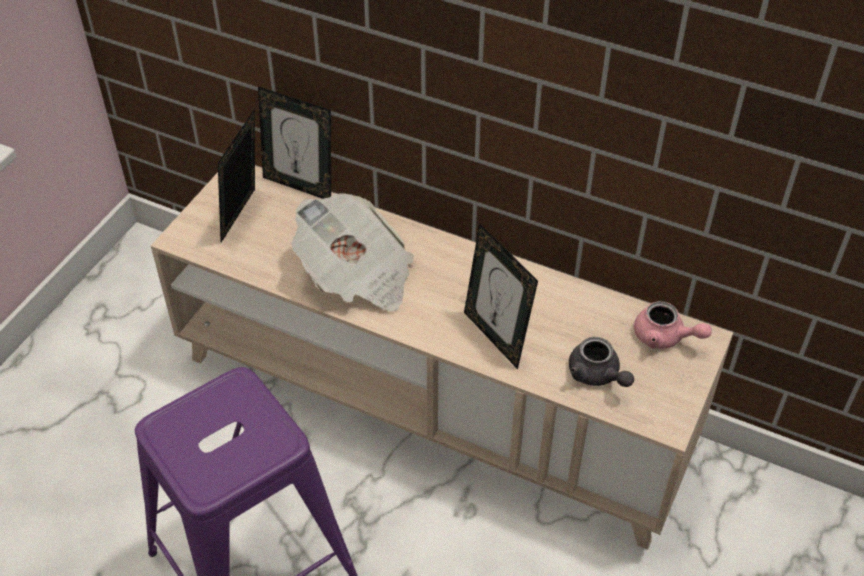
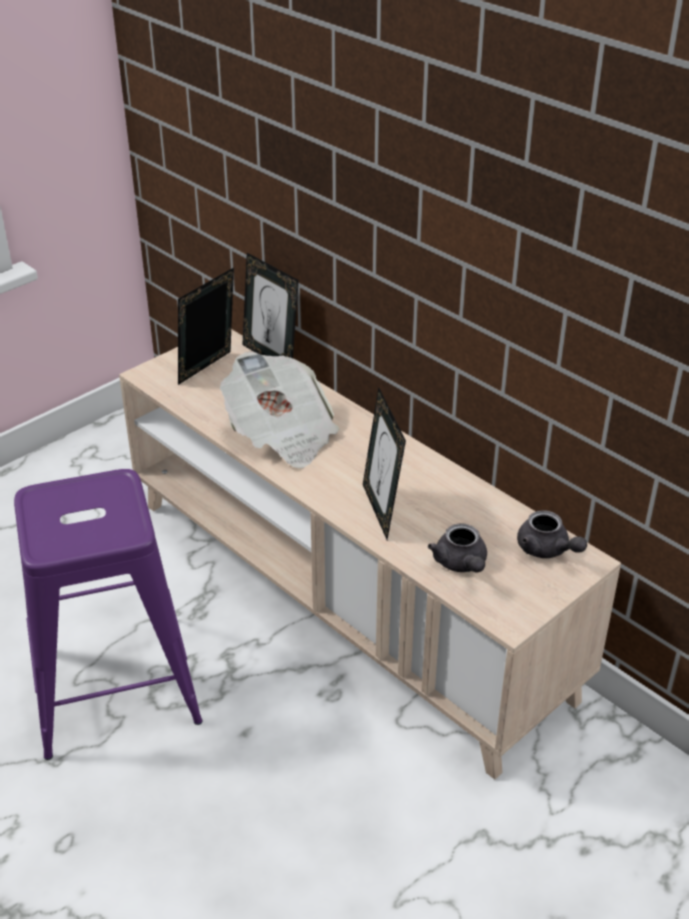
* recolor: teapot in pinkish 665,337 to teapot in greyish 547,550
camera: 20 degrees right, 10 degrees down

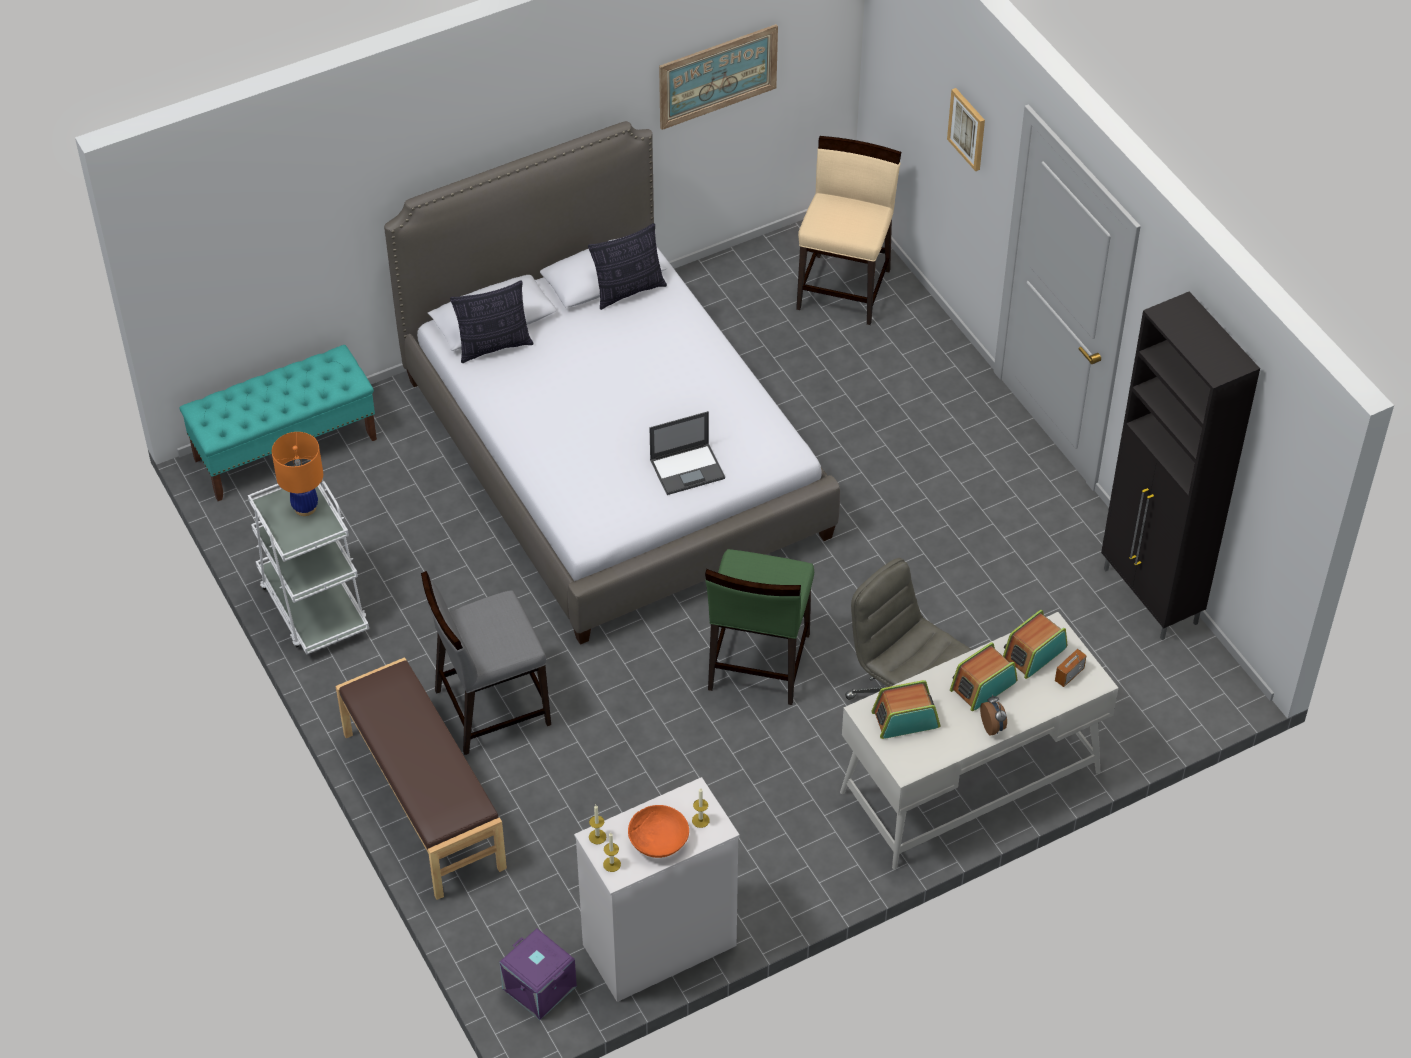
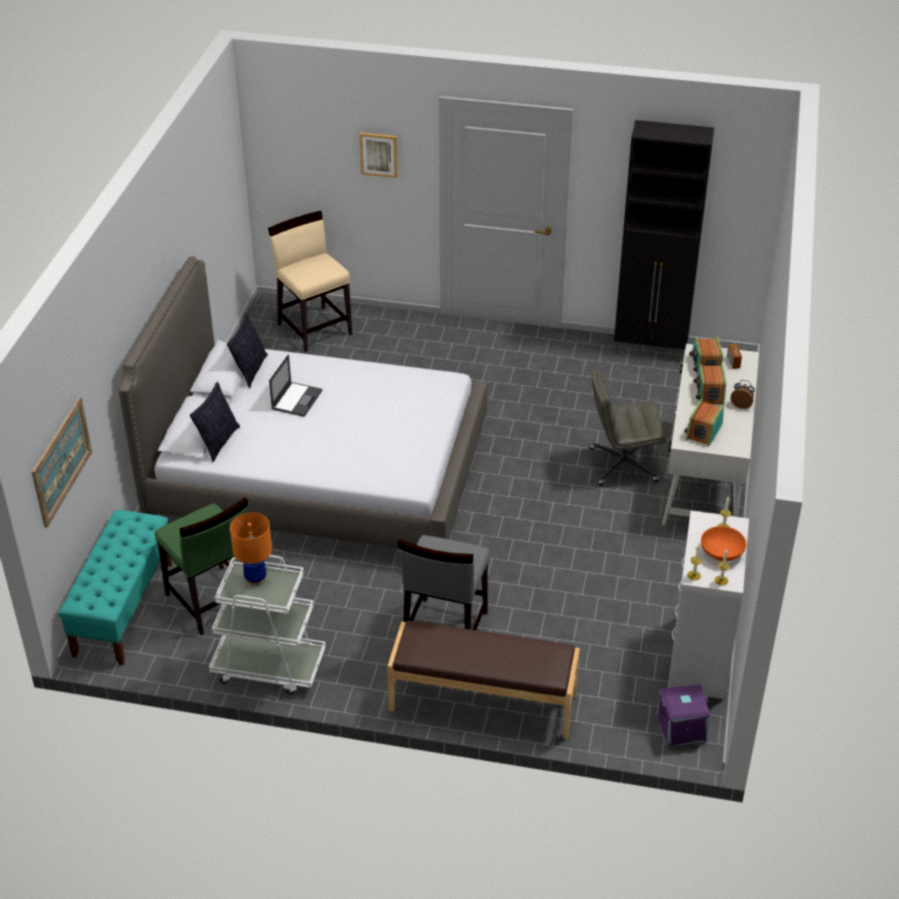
* move: notebook computer 688,469 to 297,399
* move: picture 718,76 to 61,461
* move: plain chair in green 758,662 to 211,601
camera: 50 degrees left, 10 degrees down

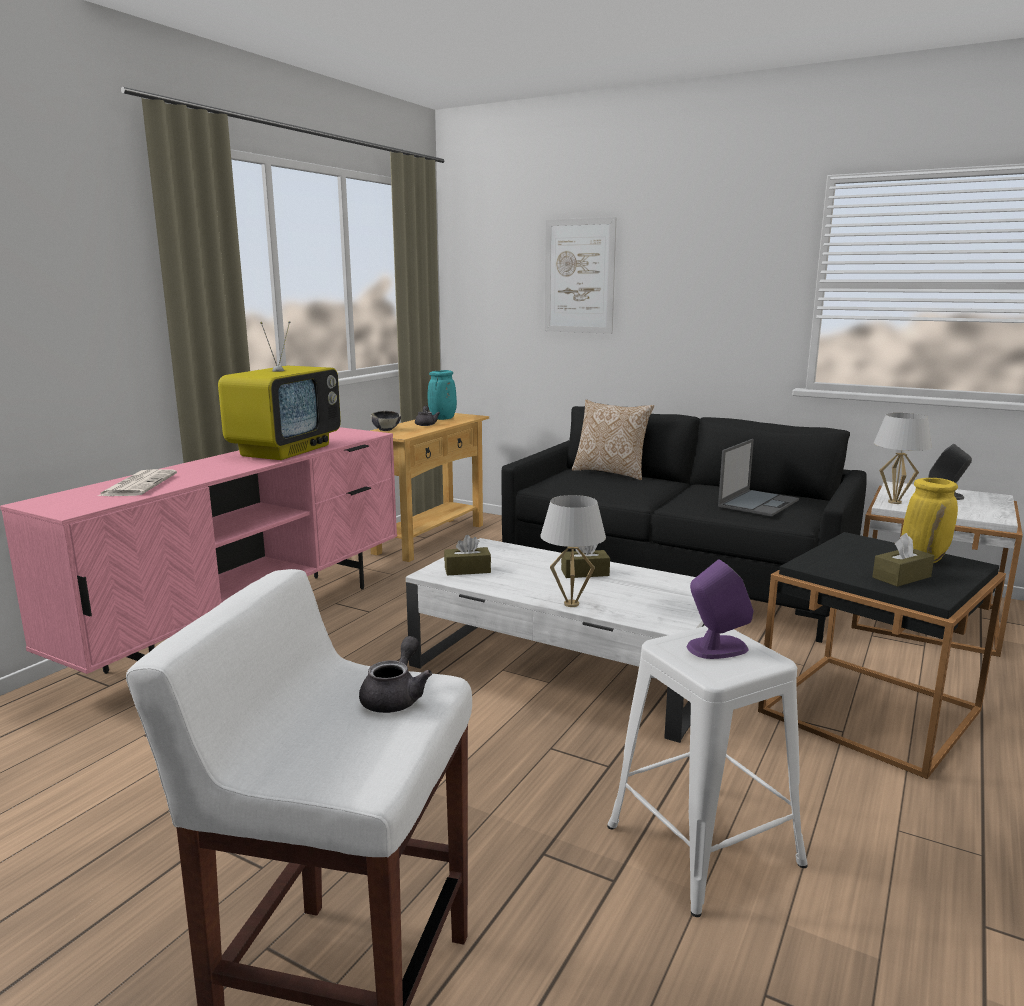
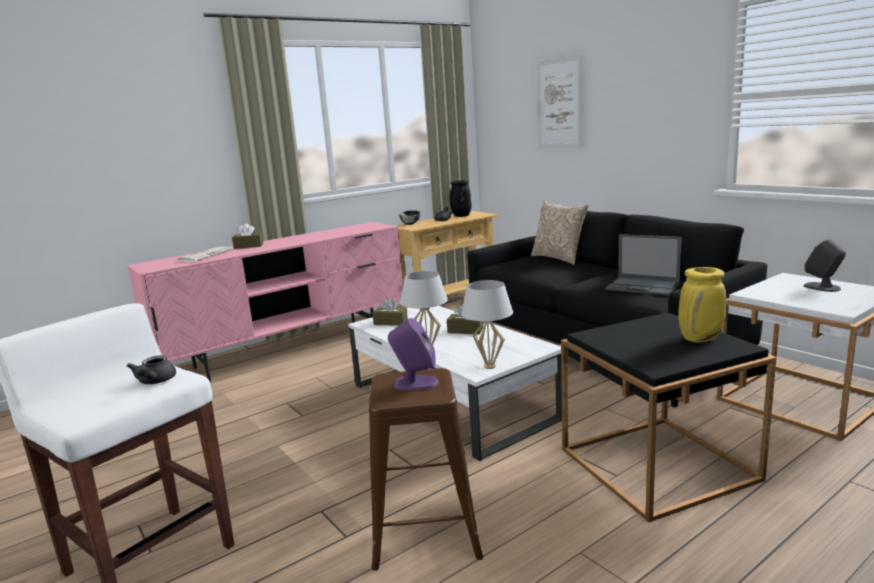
* delete: TV 285,450
* move: tissue box in brownish 901,577 to 248,246
* move: table lamp in whitish 894,502 to 489,366
* recolor: decorative vase in turquoise 442,419 to decorative vase in black-coloured 461,216
* recolor: stool seat in whitish 703,845 to stool seat in brownish 424,529
* rotate: teapot in greyish 396,697 = 154,382 135 degrees clockwise
* rotate: notebook computer 758,503 = 643,286 60 degrees clockwise
camera: 25 degrees right, 0 degrees up

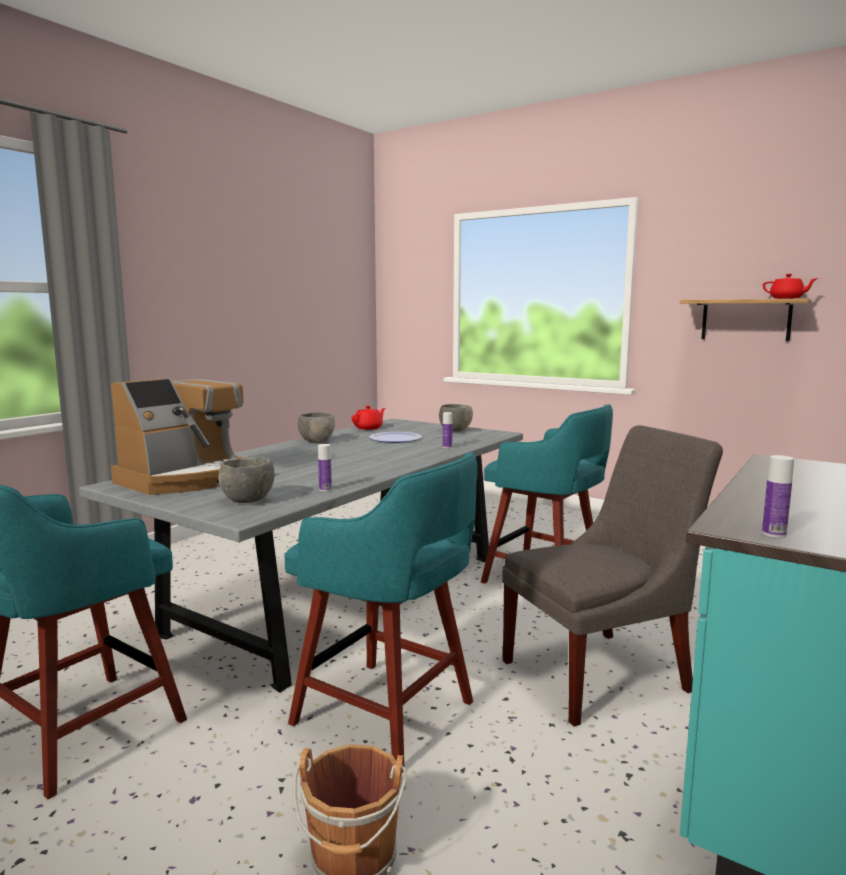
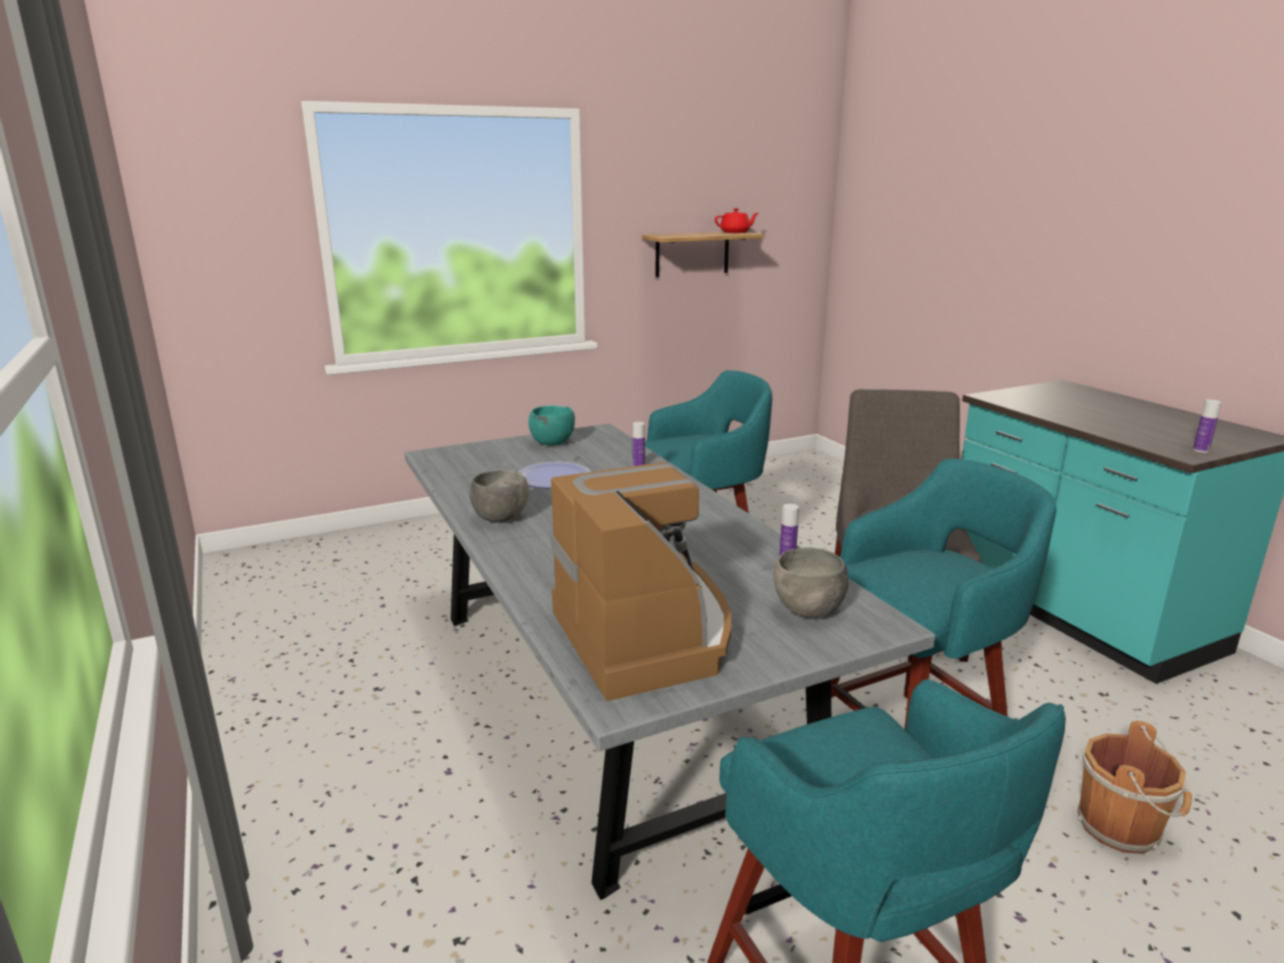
* delete: teapot in red-coloured 369,428
* recolor: serving bowl in greyish 455,431 to serving bowl in turquoise 552,443
camera: 60 degrees left, 10 degrees up

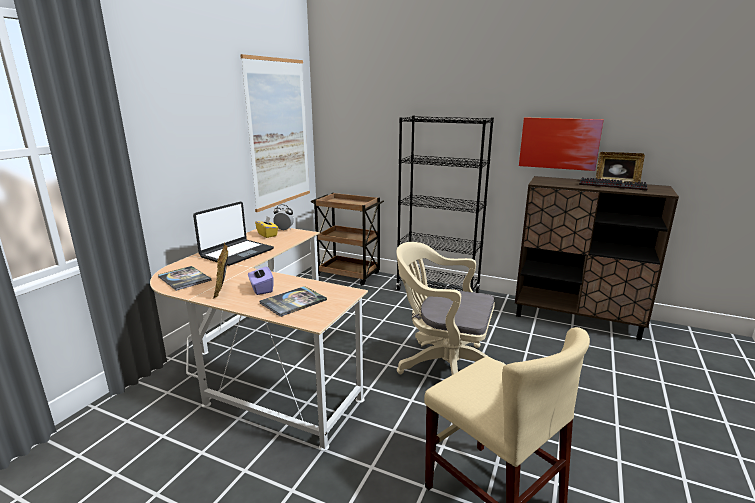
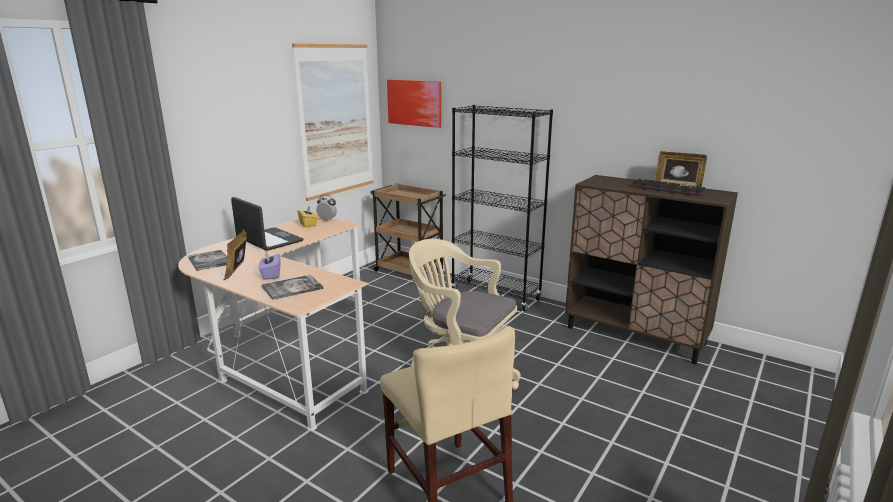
* move: picture 559,143 to 414,103
* rotate: notebook computer 236,253 = 269,240 90 degrees counterclockwise
camera: 10 degrees right, 0 degrees up

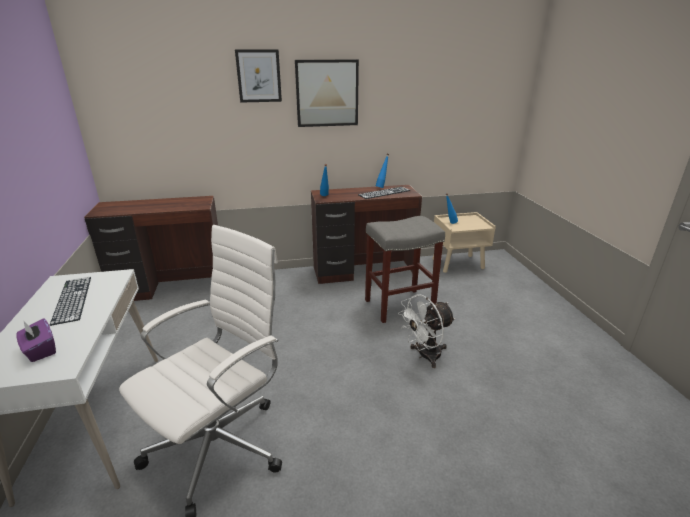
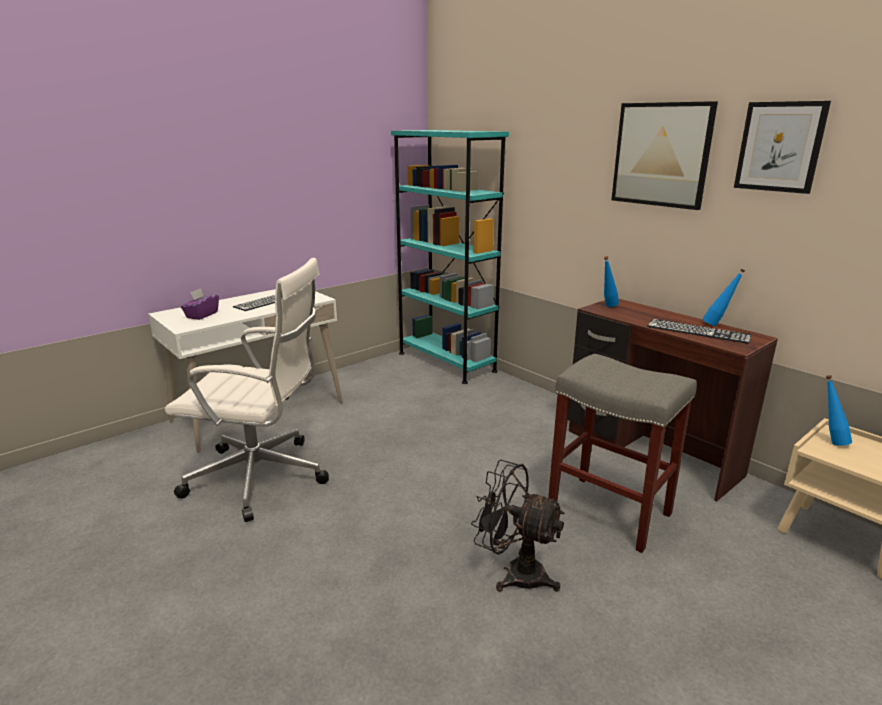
* move: picture 259,76 to 779,147
* replace: desk table in brownish 171,289 to bookcase in turquoise 446,362
* recolor: fan in whitish 424,356 to fan in black-coloured 515,573
camera: 60 degrees right, 5 degrees down

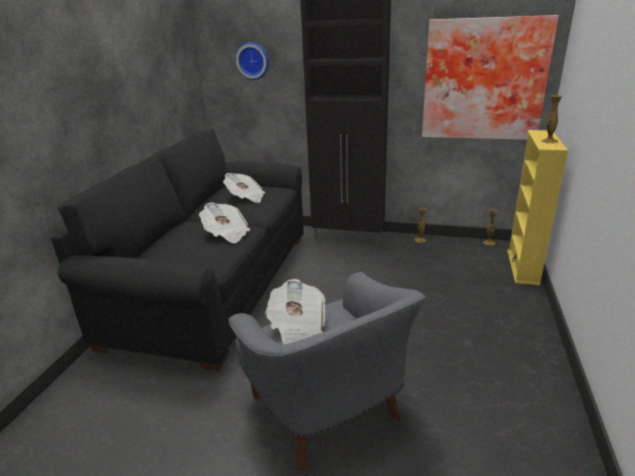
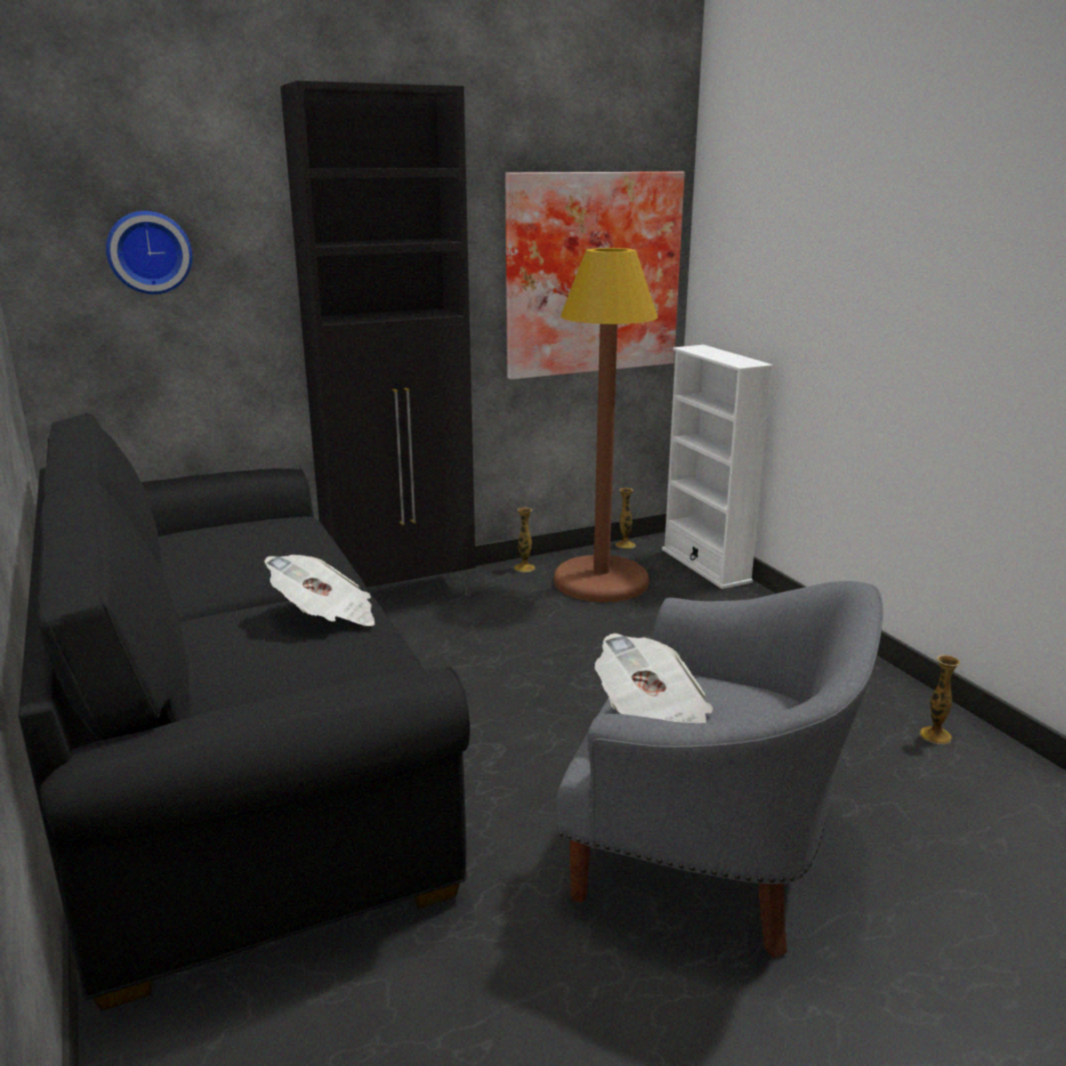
* delete: daily paper 246,197
* insert: standing lamp in brownish 601,581
* move: decorative vase 549,141 to 935,735
* recolor: bookcase in yellowish 522,267 to bookcase in whitish 705,565
camera: 40 degrees left, 5 degrees down

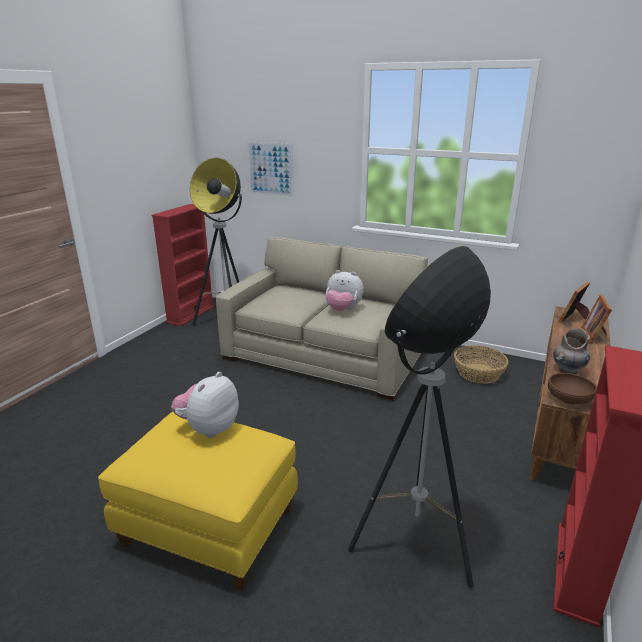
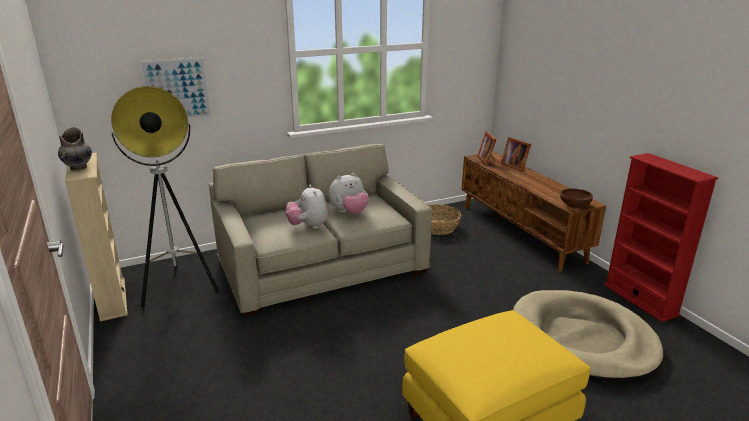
* move: cuddly toy 208,428 to 308,226
* move: decorative vase in greyish 567,371 to 78,168
* replace: standing lamp 414,545 to dog bed in sand-coloured 582,339
* recolor: bookcase in red-coloured 190,314 to bookcase in sand-coloured 112,299
camera: 50 degrees left, 0 degrees up

